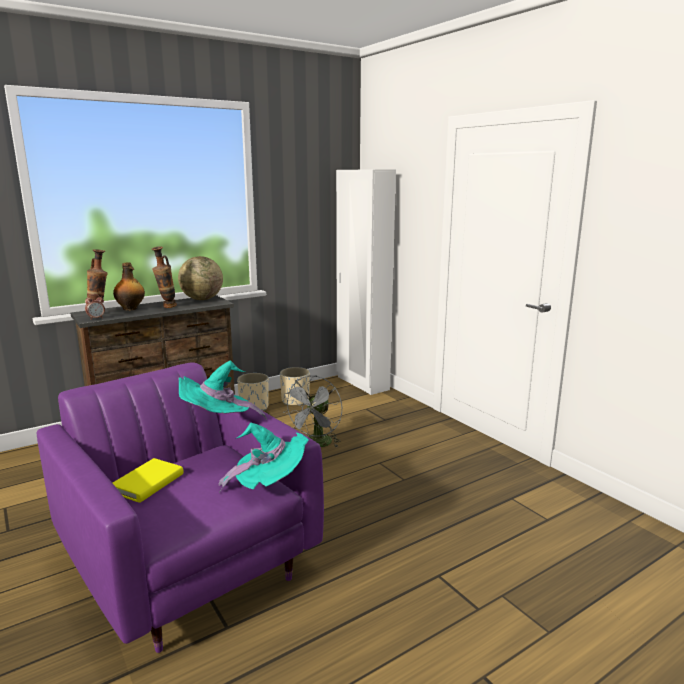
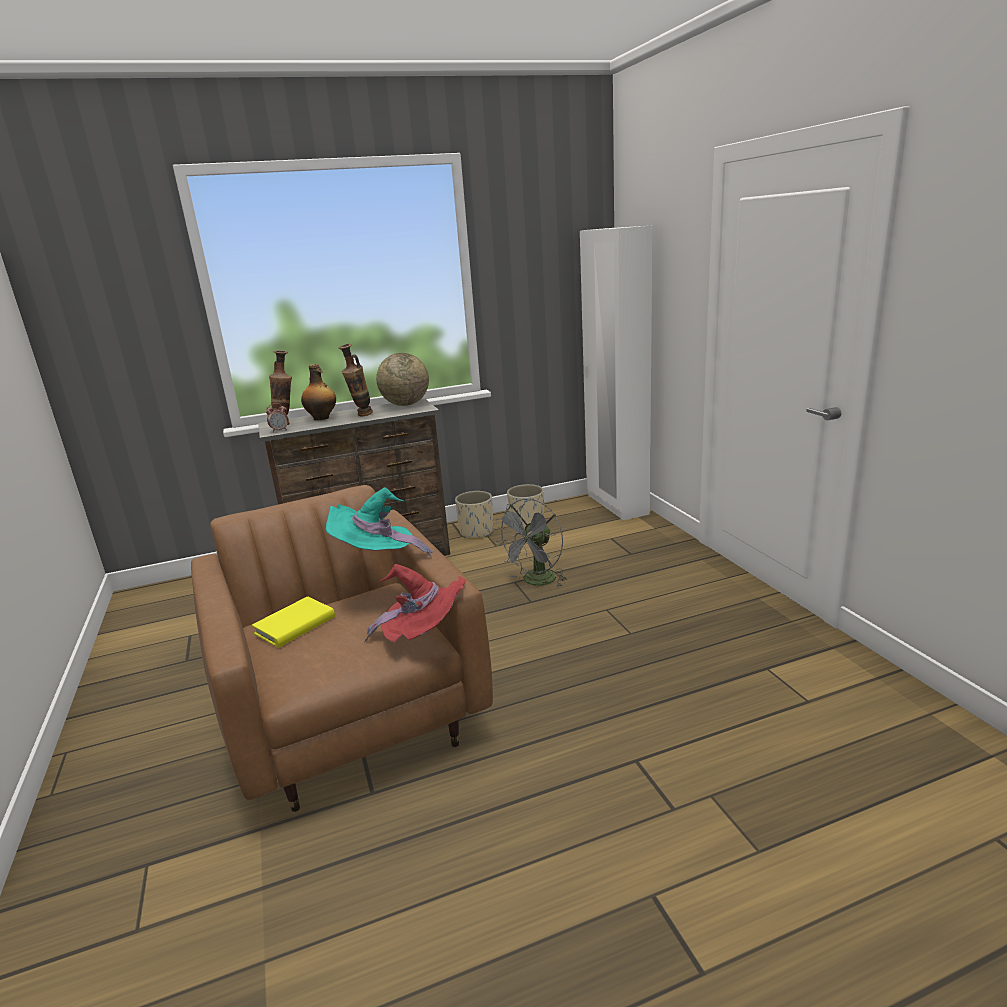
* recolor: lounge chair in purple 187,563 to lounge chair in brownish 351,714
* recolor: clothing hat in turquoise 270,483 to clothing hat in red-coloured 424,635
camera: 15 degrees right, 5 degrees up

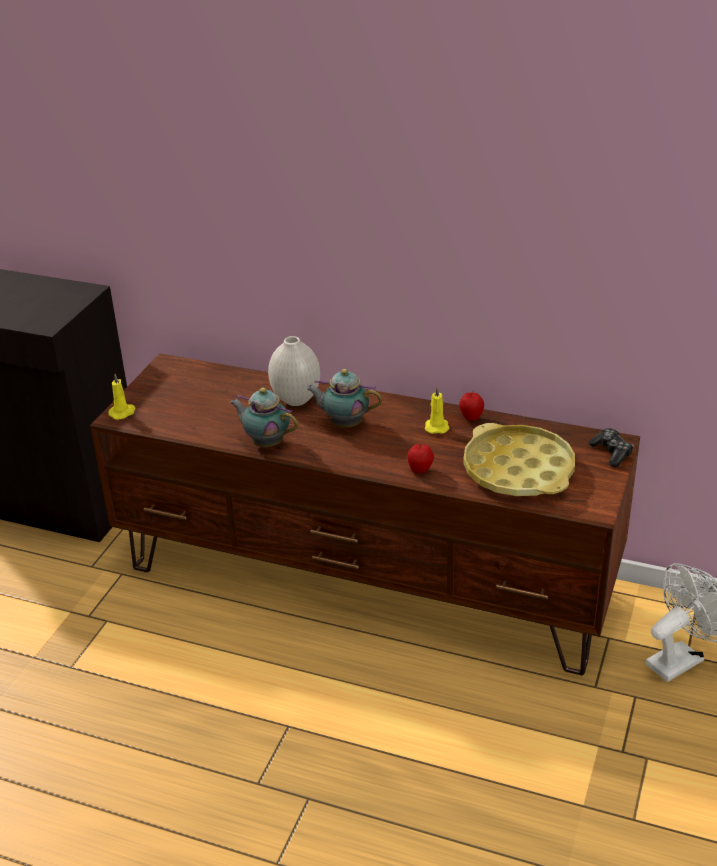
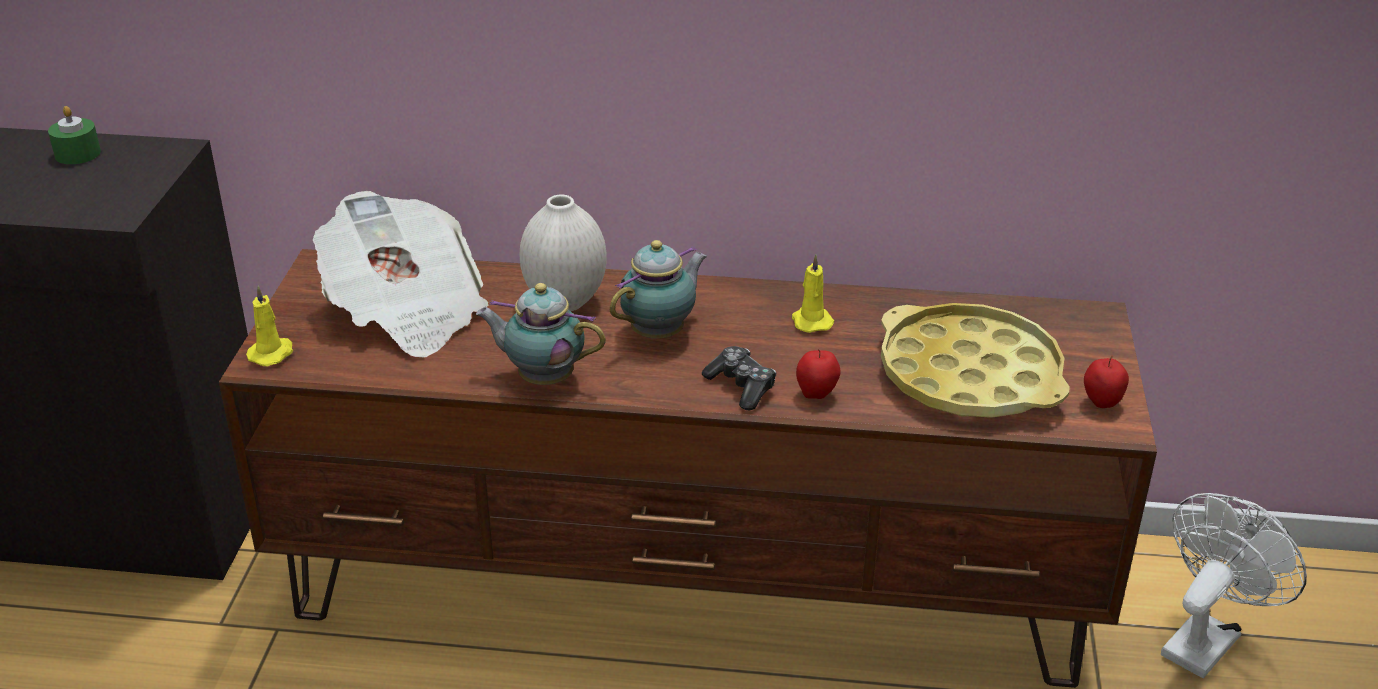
* insert: wax light in green 77,154
* insert: daily paper 406,311
* move: apple 471,418 to 1101,403
* move: gamepad 611,452 to 741,386
* rotate: teapot 344,424 = 661,332 135 degrees clockwise
camera: 15 degrees left, 0 degrees up

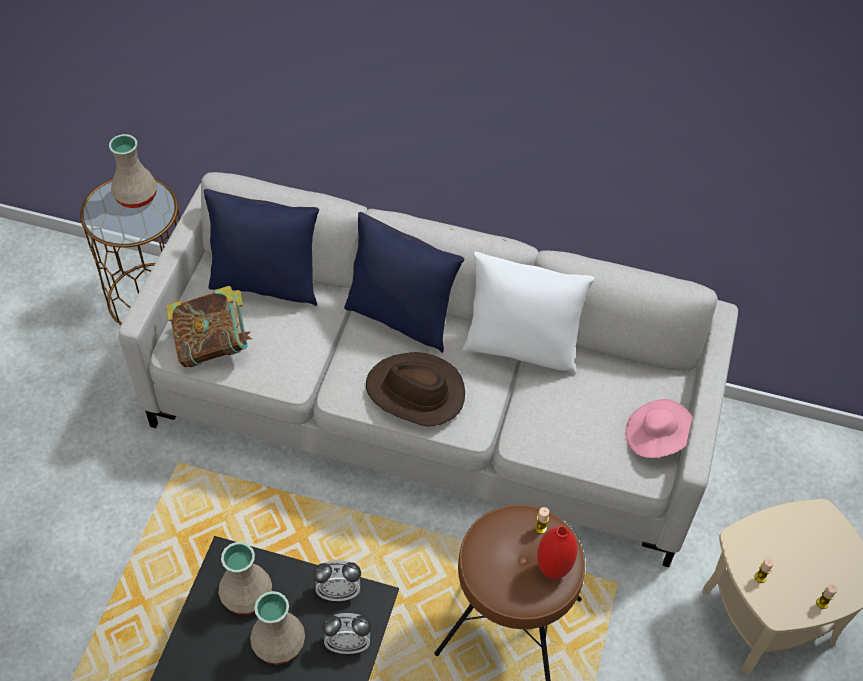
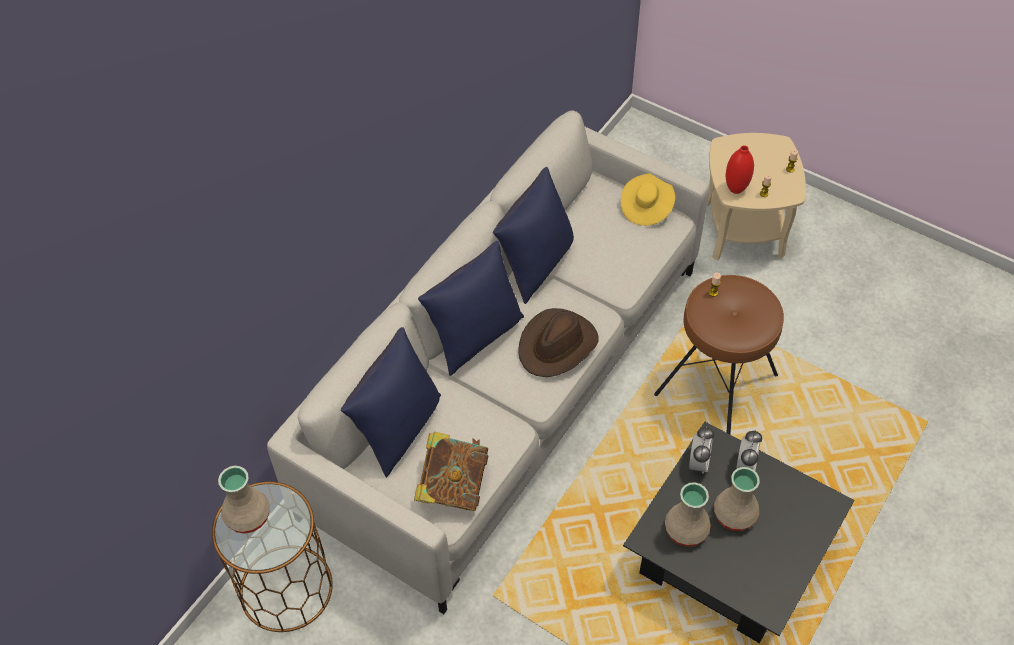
* move: decorative vase in red-coloured 553,570 to 735,189
* recolor: pillow in whitish 520,348 to pillow in blue 535,265
* recolor: clothing hat in pinkish 656,438 to clothing hat in yellowish 646,208
camera: 70 degrees left, 0 degrees up

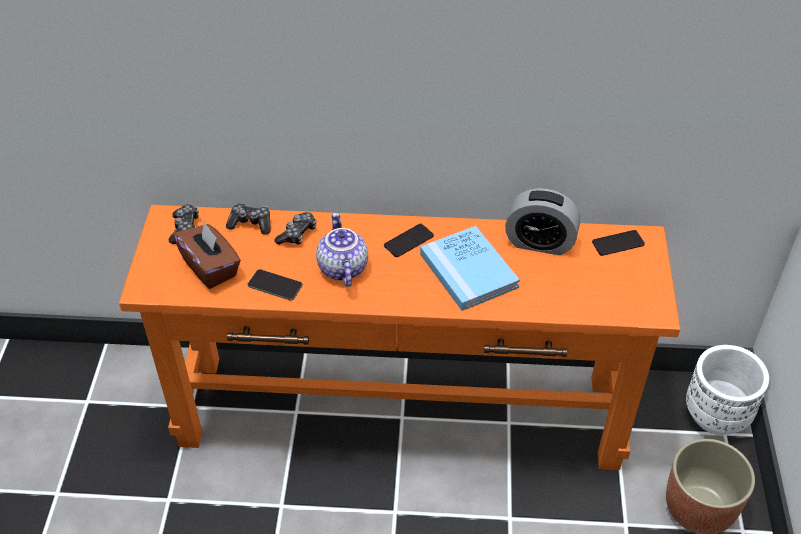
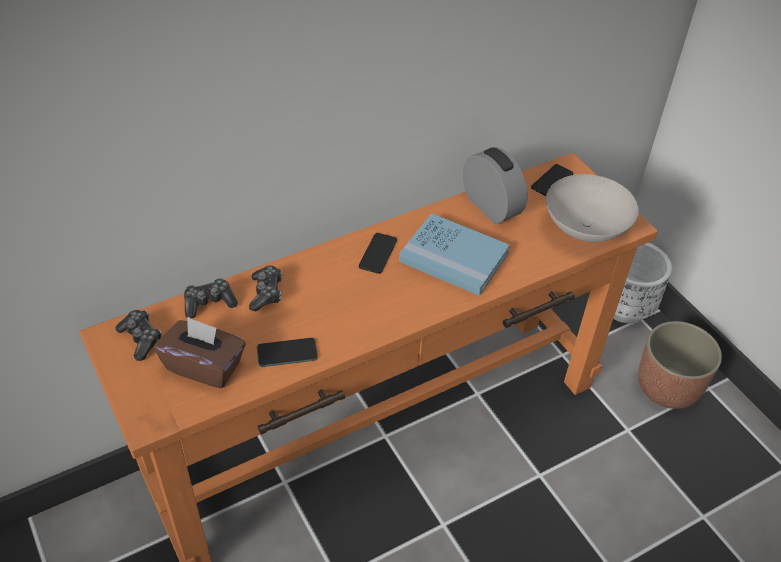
* delete: teapot 341,268
* insert: serving bowl in whitish 587,228
* rotate: alarm clock 540,243 = 491,206 105 degrees counterclockwise
camera: 35 degrees left, 0 degrees up

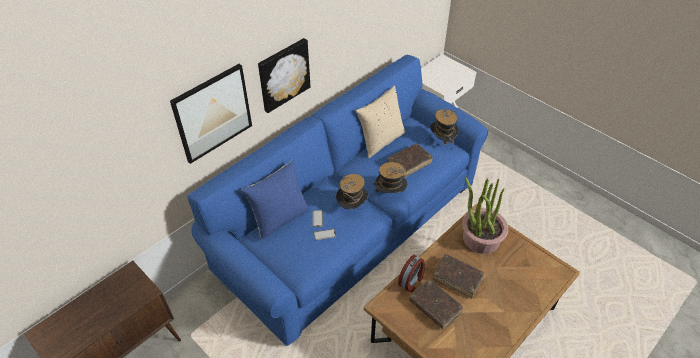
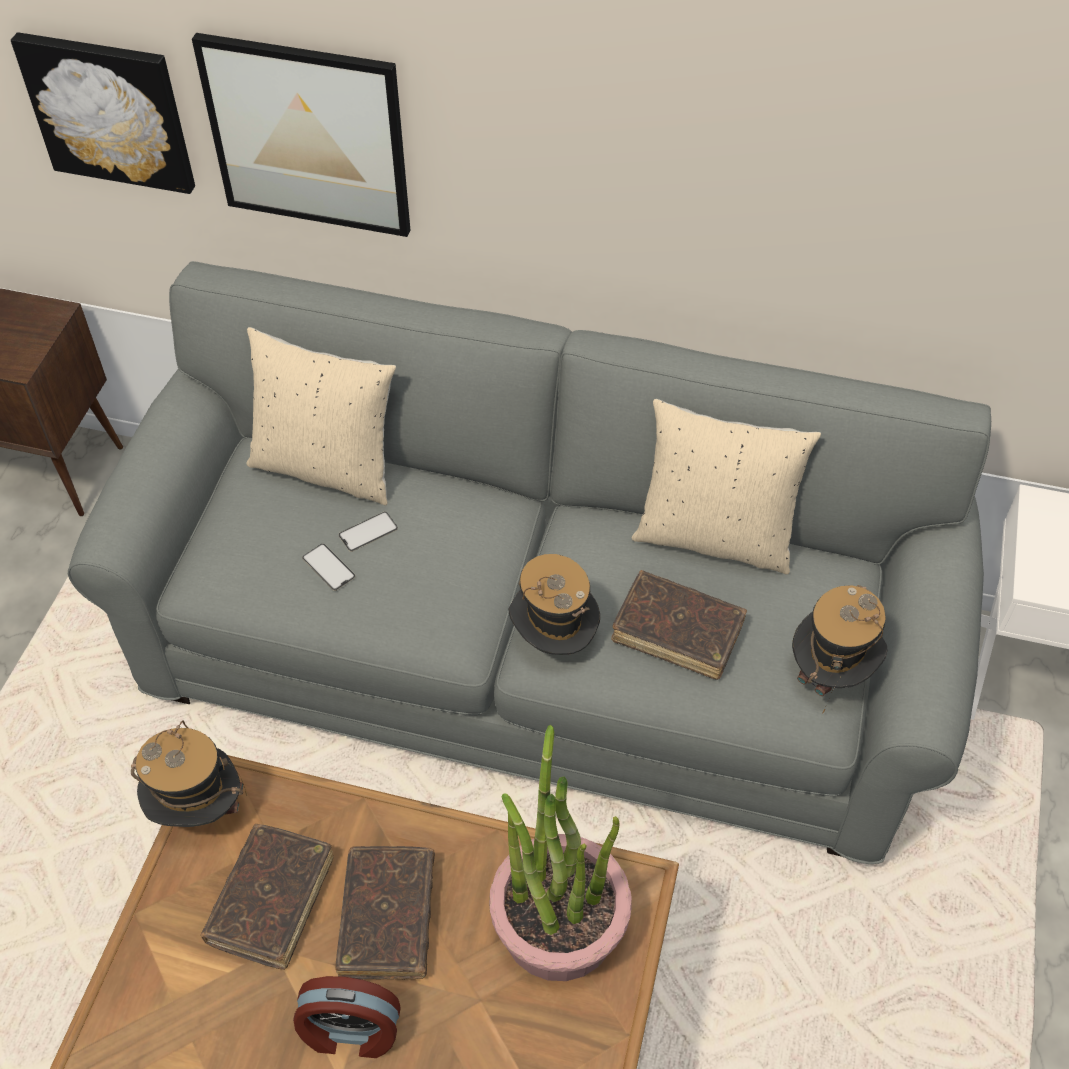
* move: picture 283,74 to 110,110
* move: clothing hat 352,207 to 198,811
* move: alarm clock 411,281 to 350,1032
* recolor: sofa in blue 350,227 to sofa in greyish 535,654
* recolor: pillow in blue 279,218 to pillow in sand-coloured 327,467
camera: 60 degrees right, 5 degrees up

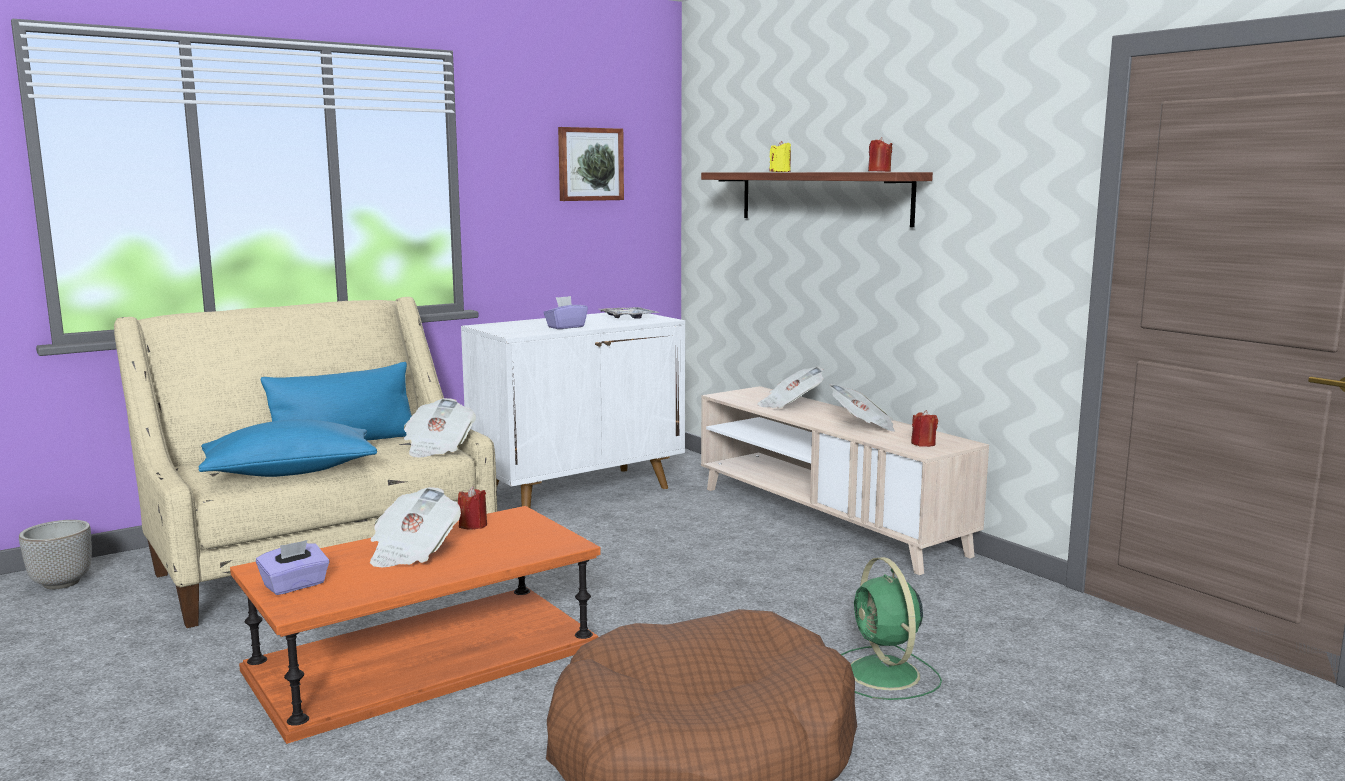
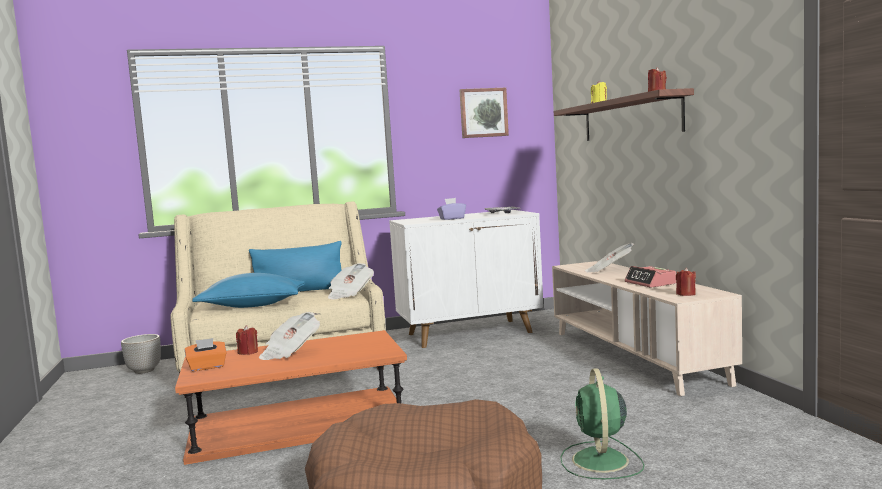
* move: wax light in red-coloured 473,525 to 248,352
* replace: daily paper 863,426 to alarm clock 650,283
* recolor: tissue box in purple 295,585 to tissue box in orange-coloured 207,367
camera: 20 degrees right, 5 degrees down

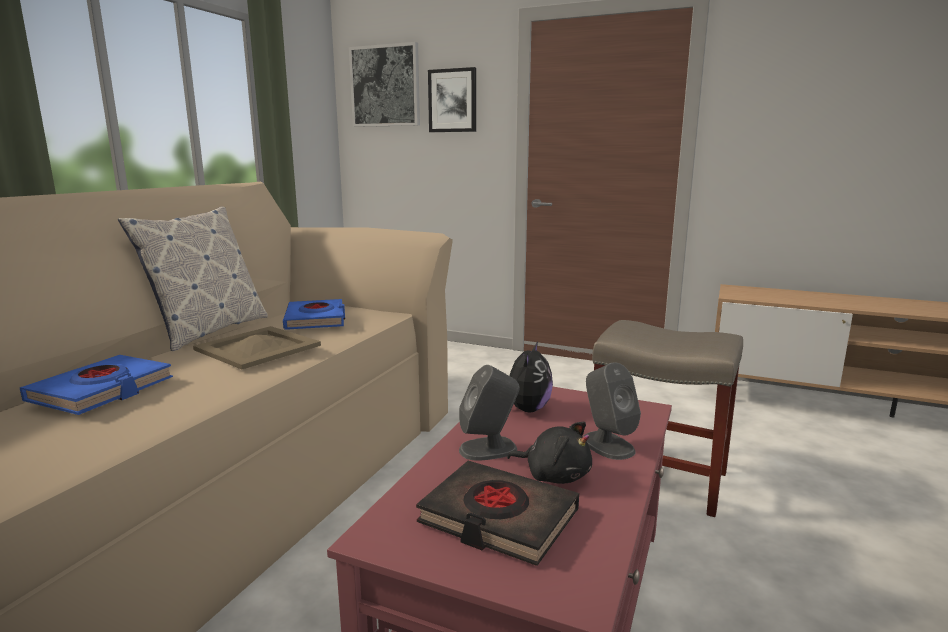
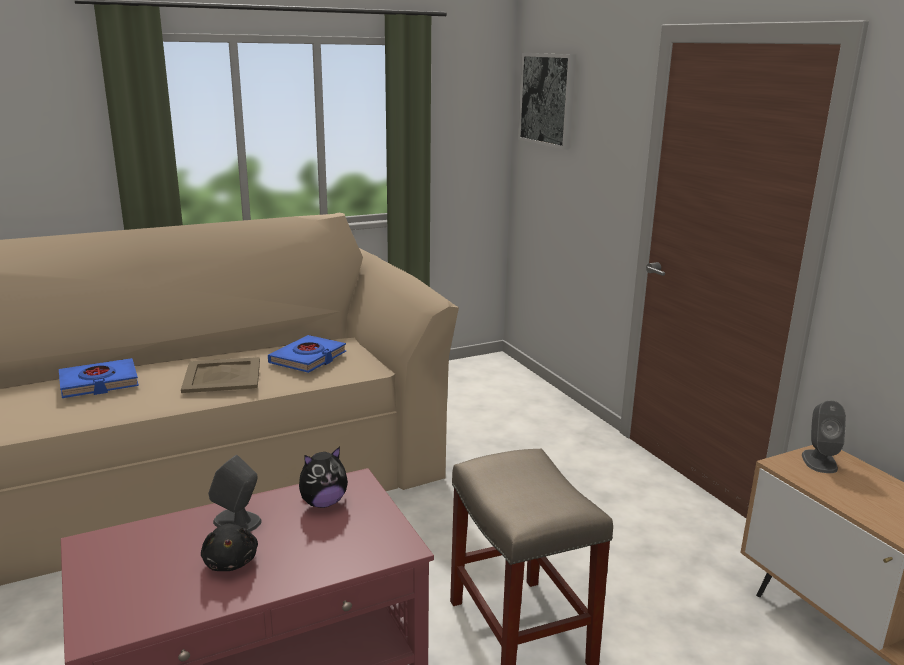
* delete: pillow 208,331
* delete: book in black-coloured 498,518
* delete: picture 452,100
* move: speaker in greyish 607,445 to 819,461
camera: 40 degrees right, 5 degrees up

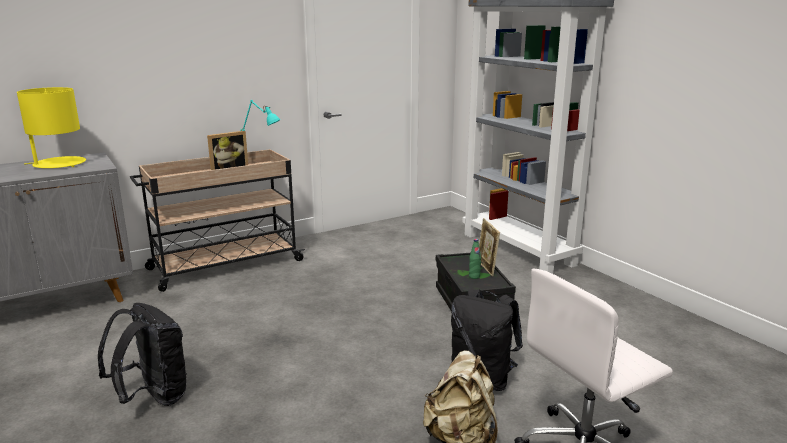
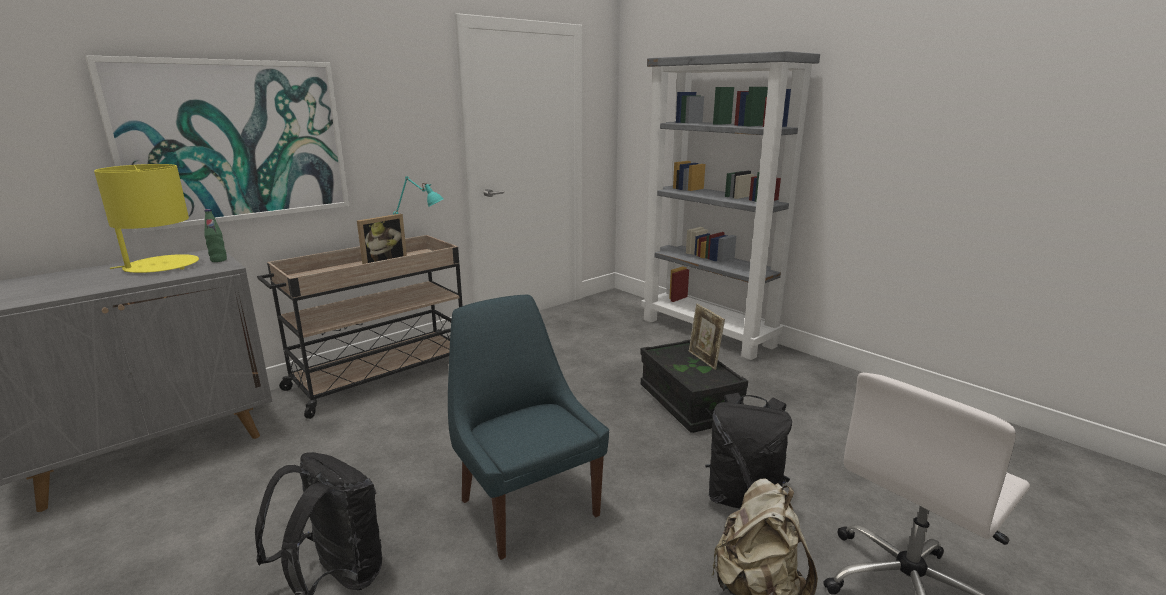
* insert: picture 235,141
* insert: plain chair in blue 526,505
* move: drink bottle in green 474,276 to 218,260
camera: 10 degrees left, 0 degrees up

